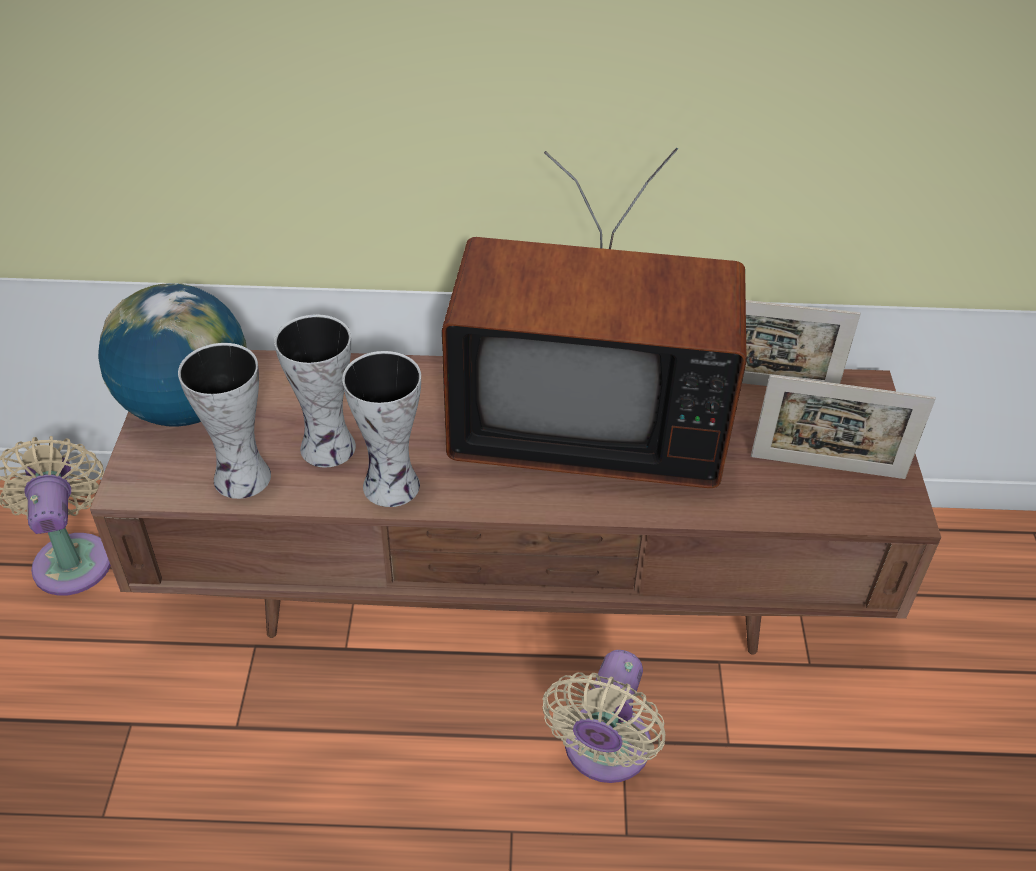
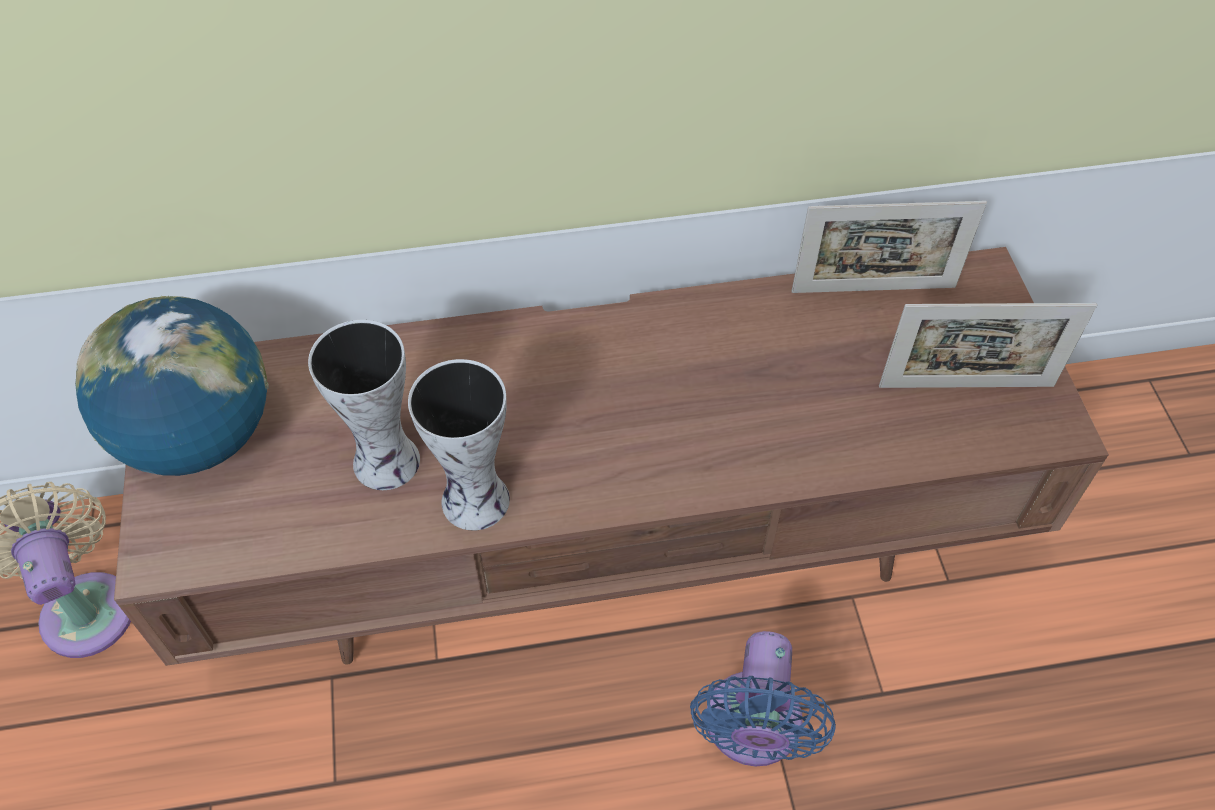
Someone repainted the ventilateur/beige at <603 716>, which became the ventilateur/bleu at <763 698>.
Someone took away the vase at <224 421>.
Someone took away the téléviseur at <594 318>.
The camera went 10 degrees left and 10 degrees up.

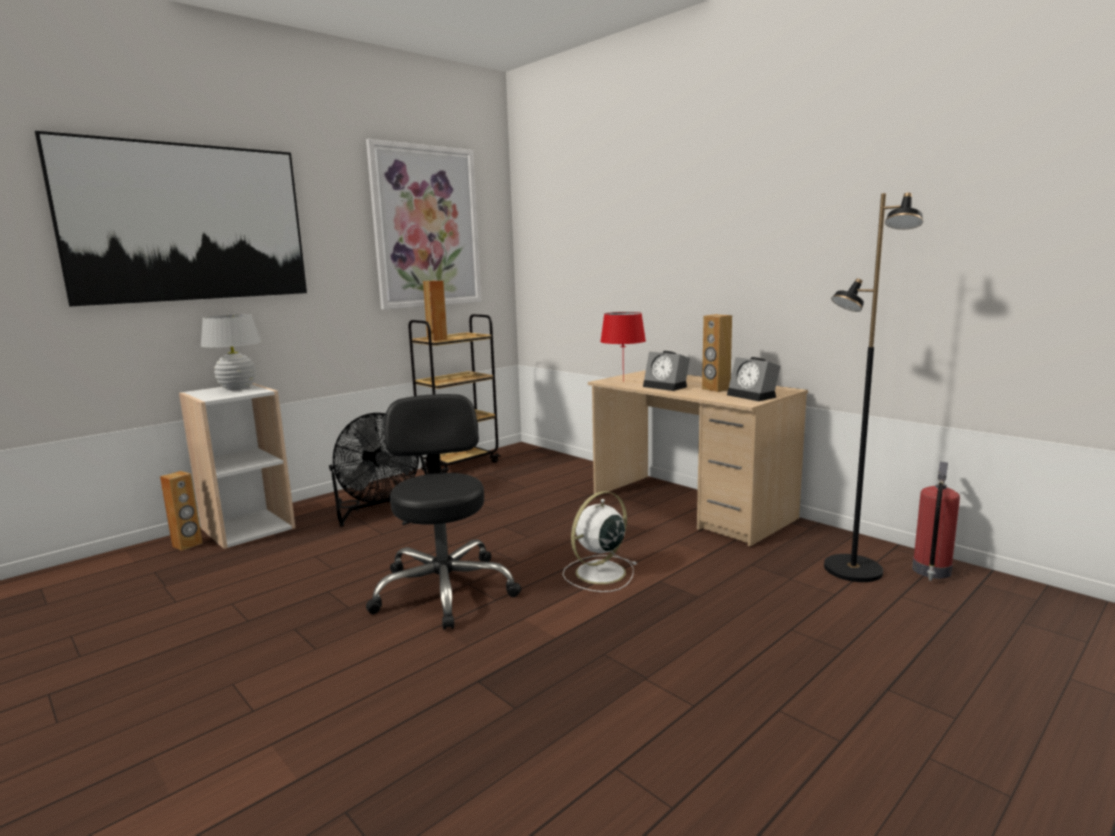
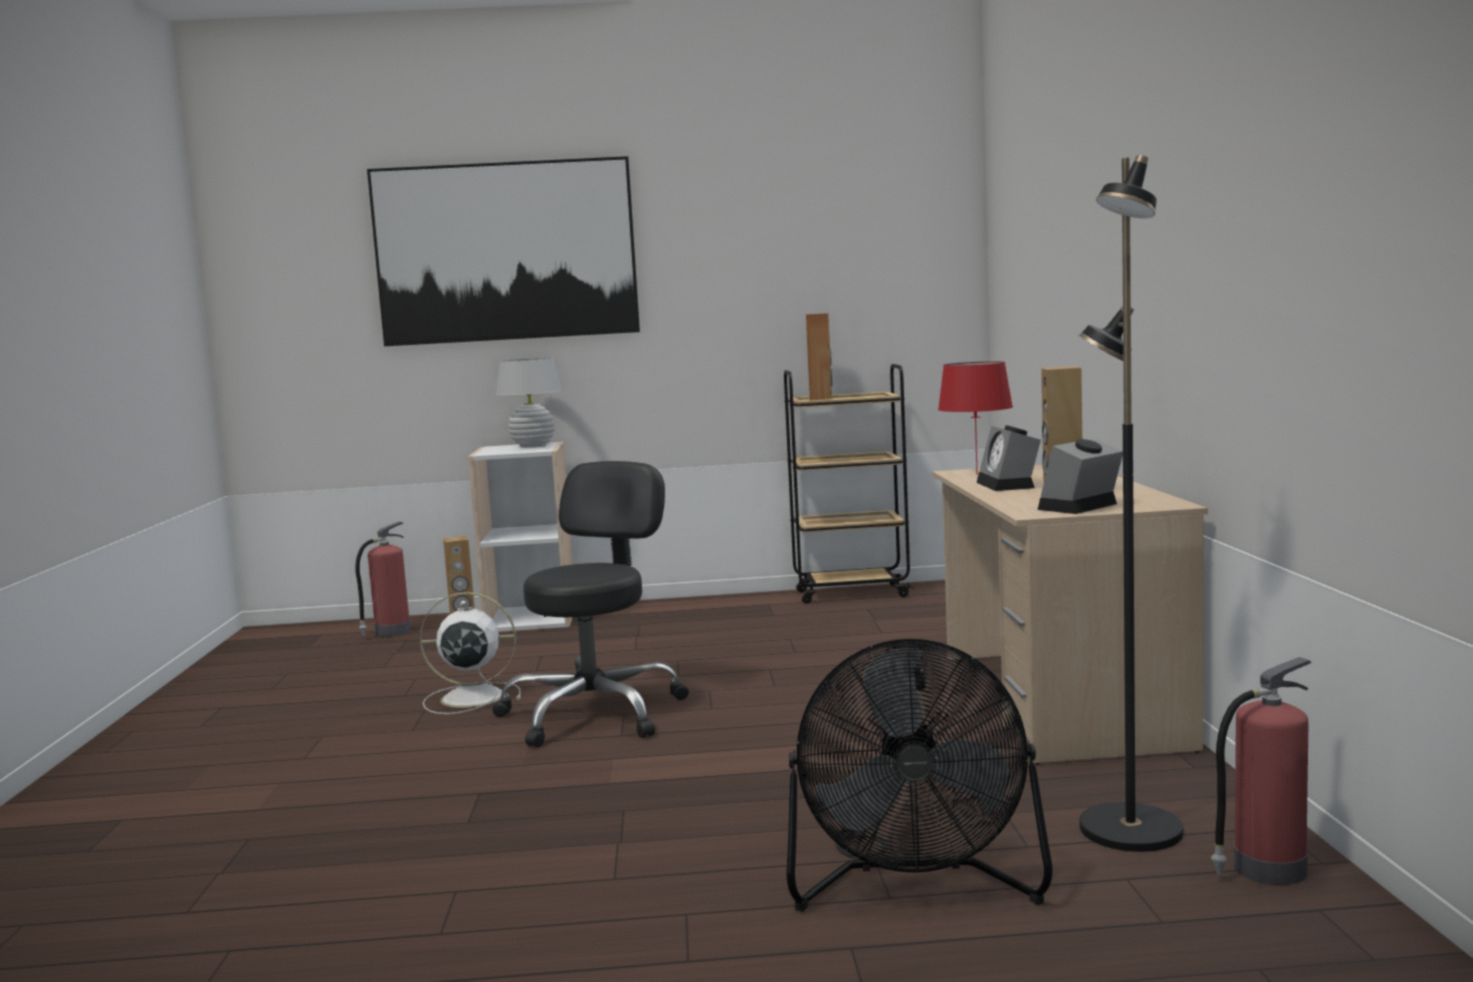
Someone put down the extincteur at <383 579>.
Someone carried the ventilateur/blanc from <599 541> to <470 653>.
Someone carried the ventilateur/noir from <378 470> to <919 775>.
Someone rotated the réveil at <754 379> by 45 degrees clockwise.
Someone took away the tableau at <423 224>.
The camera went 40 degrees right and 5 degrees down.

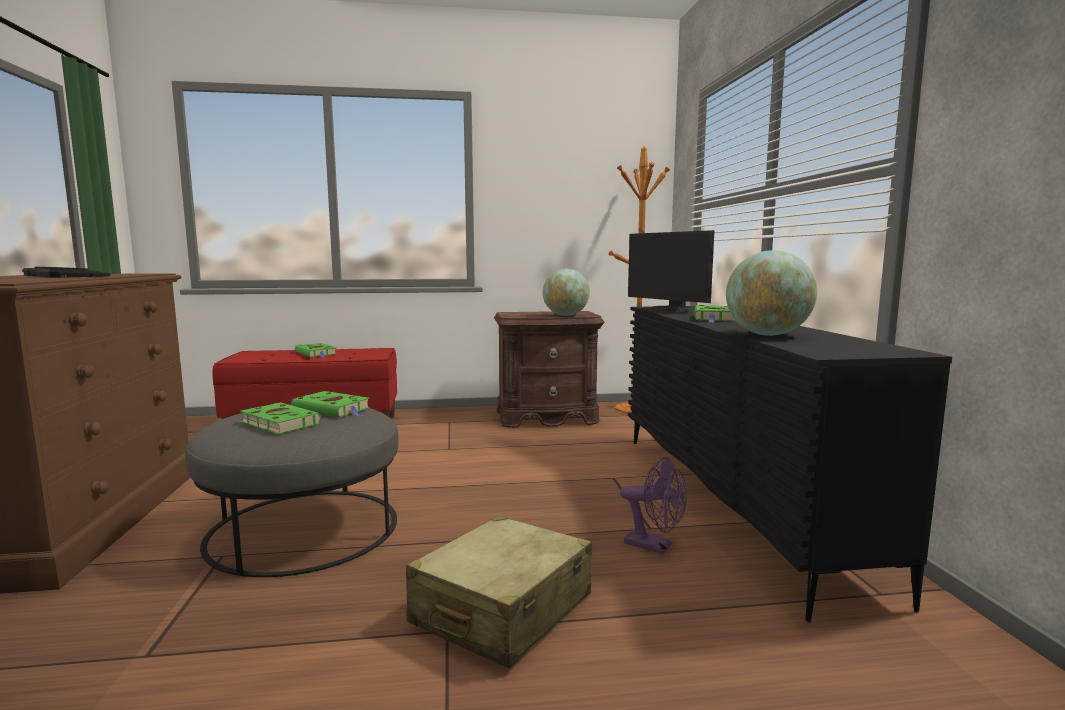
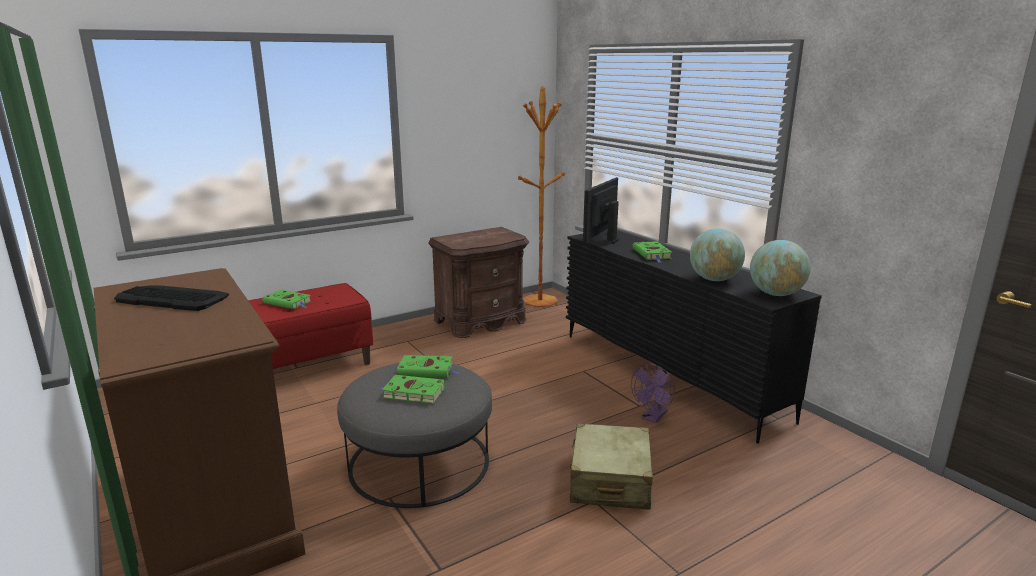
Someone rotated the écran d'ordinateur at <671 270> by 90 degrees clockwise.
Someone rotated the ventilateur/violet at <653 505> by 120 degrees clockwise.
Someone carried the globe from <566 292> to <780 268>.
The camera went 25 degrees left and 10 degrees up.

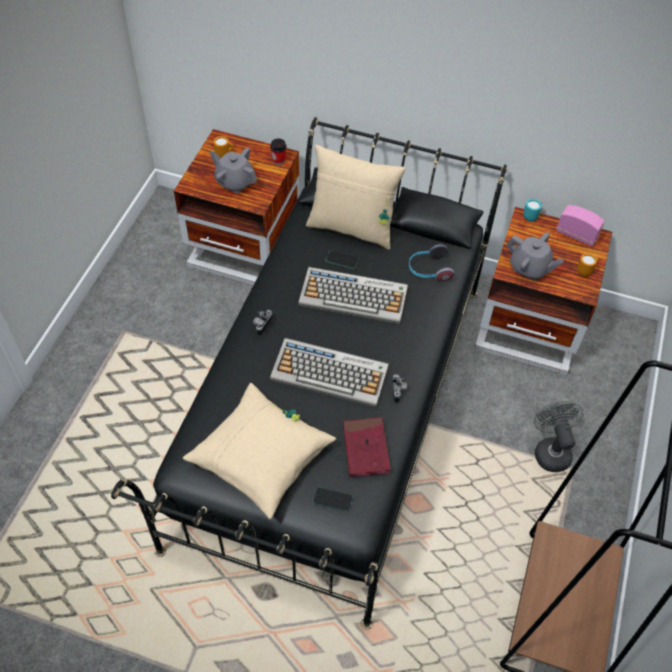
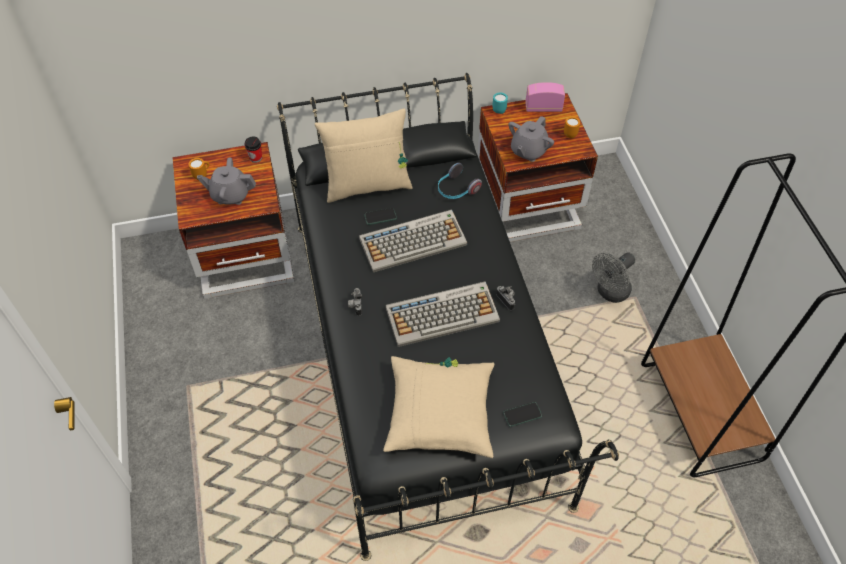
Someone rotated the théière/gris at <535 256> by 120 degrees clockwise.
Someone rotated the ventilateur/gris at <558 436> by 90 degrees counterclockwise.
Someone took away the livre/rouge at <367 447>.
The camera went 30 degrees left and 0 degrees up.

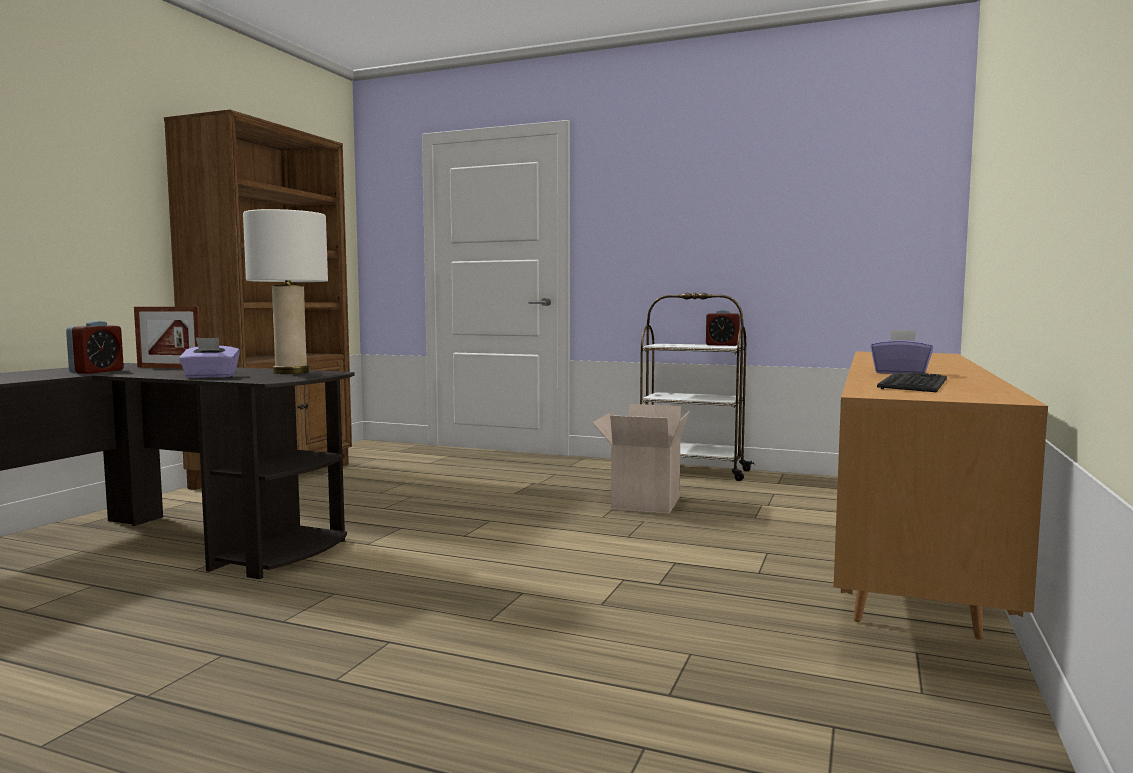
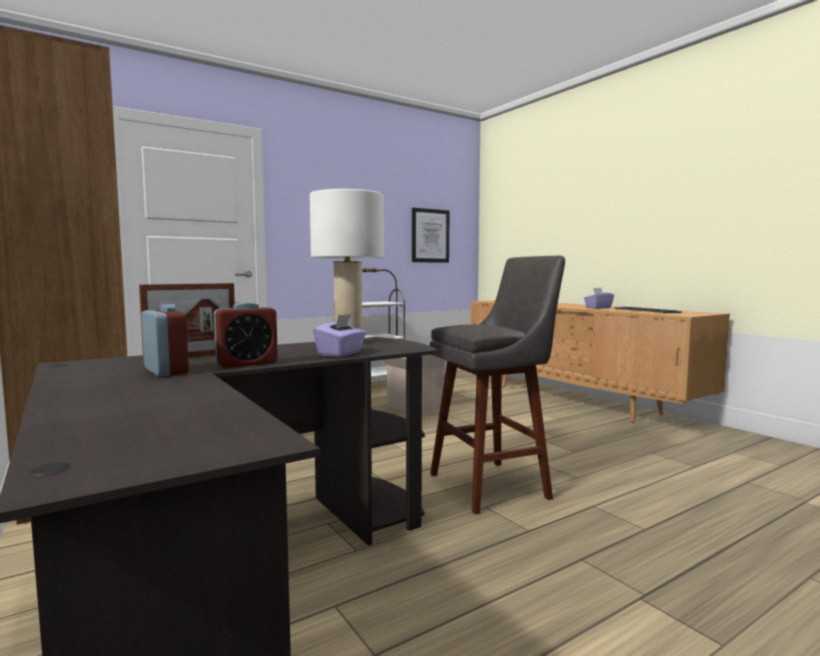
Someone carried the réveil from <723 328> to <246 335>.
Someone put up the tableau at <431 235>.
Someone put down the tabouret/gris at <497 385>.
The camera went 55 degrees left and 0 degrees up.

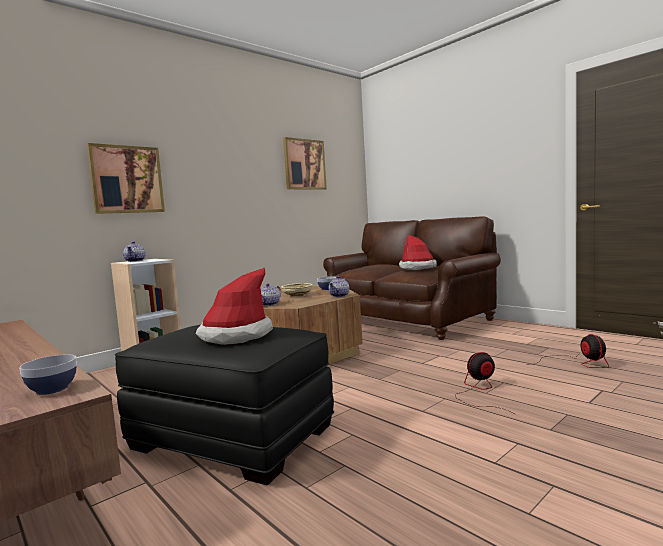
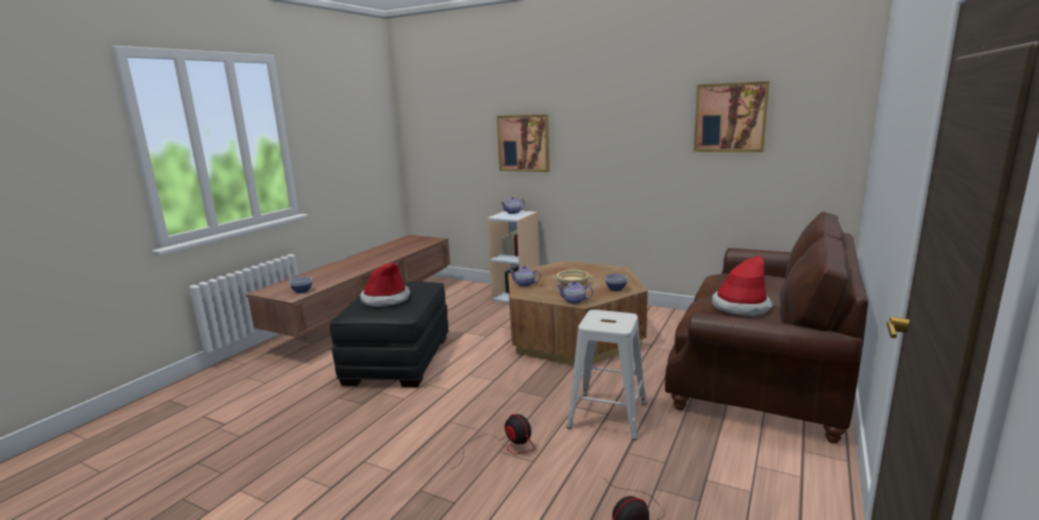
Someone put down the tabouret/blanc at <606 375>.
The camera went 70 degrees right and 10 degrees up.

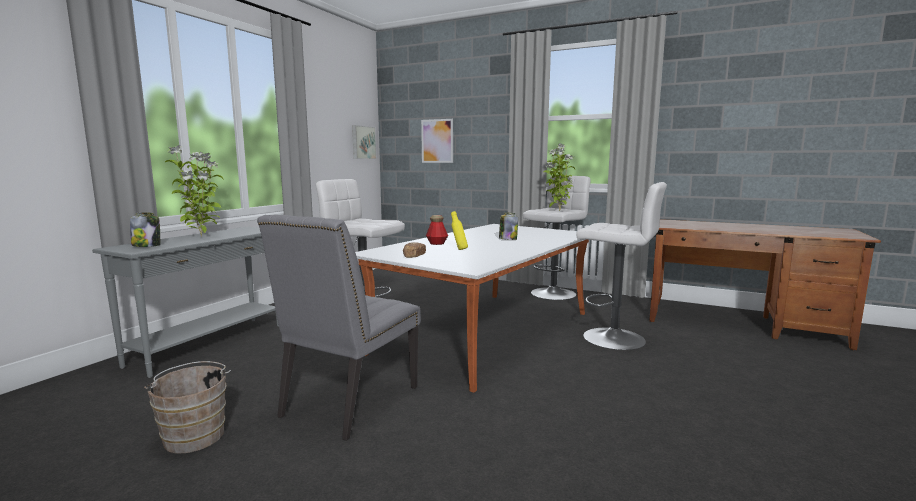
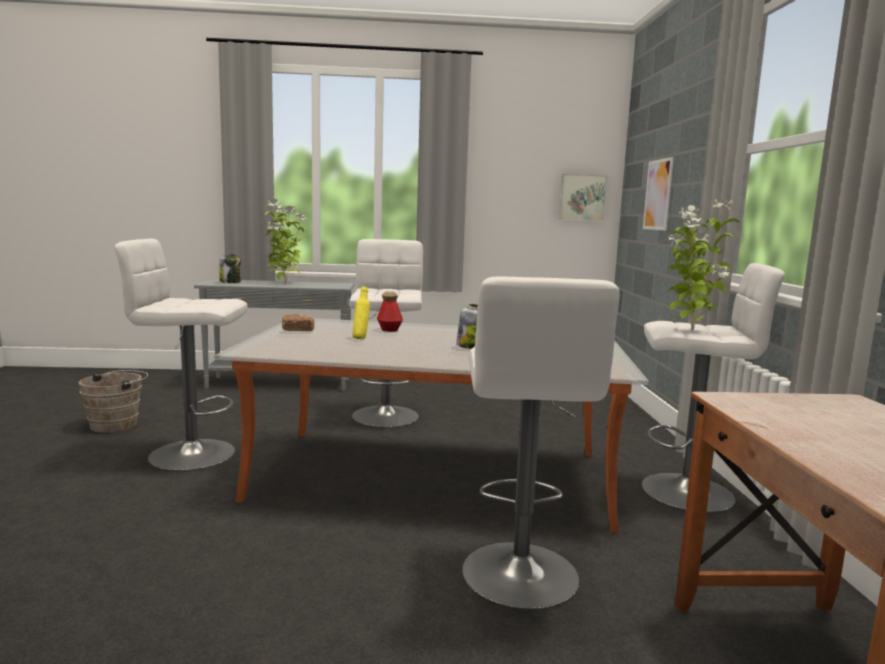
Someone swapped the chaise/gris at <339 328> for the tabouret/blanc at <181 354>.
The camera went 60 degrees right and 0 degrees up.

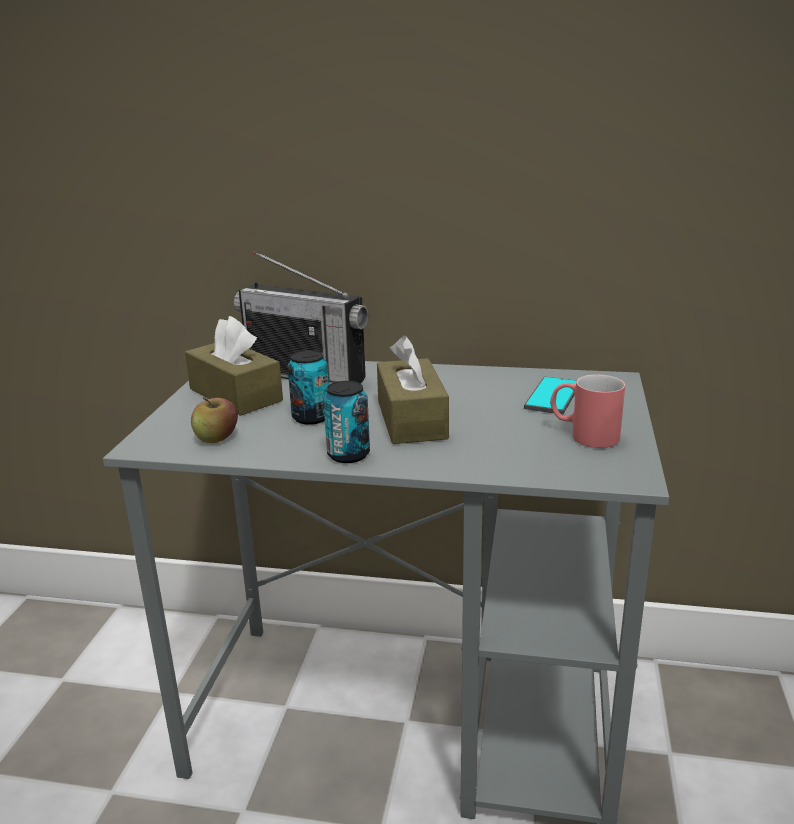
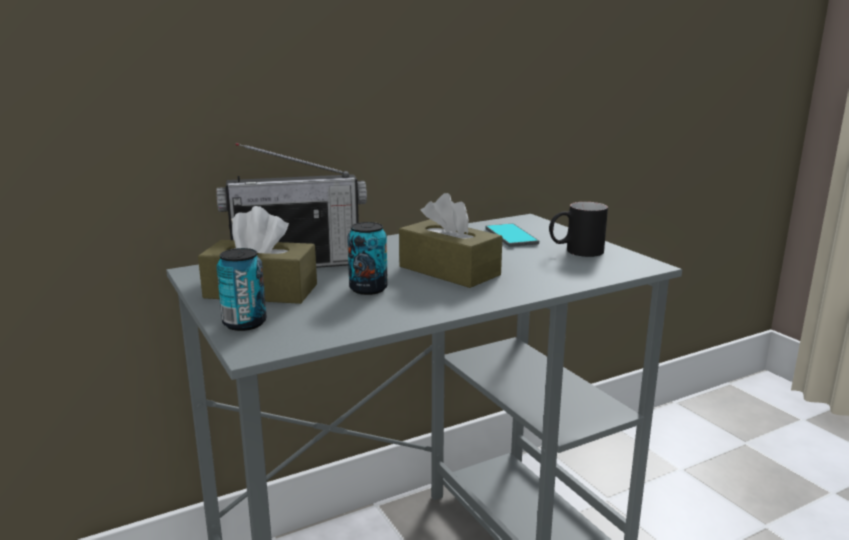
Someone carried the boîte métallique from <346 422> to <241 289>.
Someone repainted the mug/rouge at <587 411>, which became the mug/noir at <578 229>.
Someone took away the pomme at <214 420>.
The camera went 40 degrees left and 5 degrees down.

